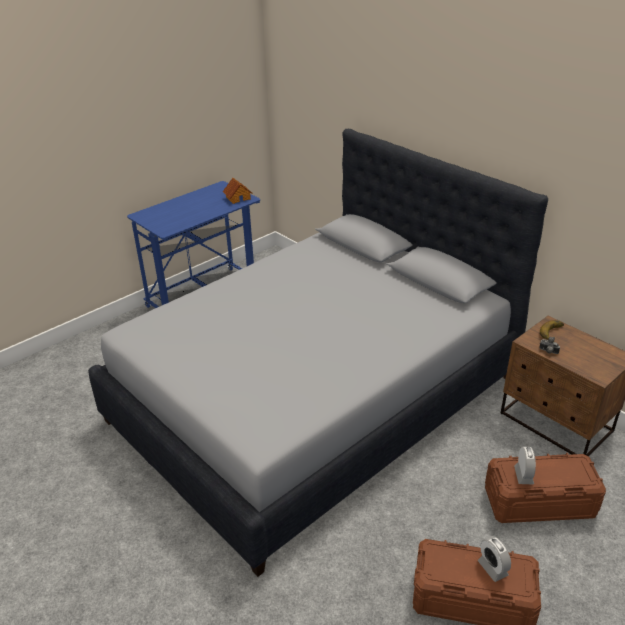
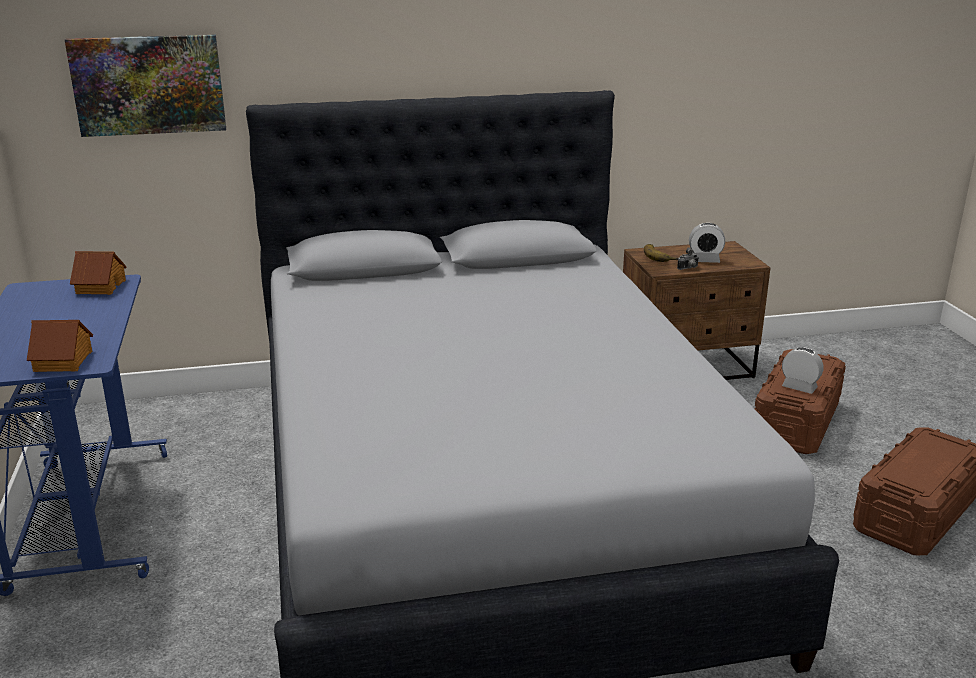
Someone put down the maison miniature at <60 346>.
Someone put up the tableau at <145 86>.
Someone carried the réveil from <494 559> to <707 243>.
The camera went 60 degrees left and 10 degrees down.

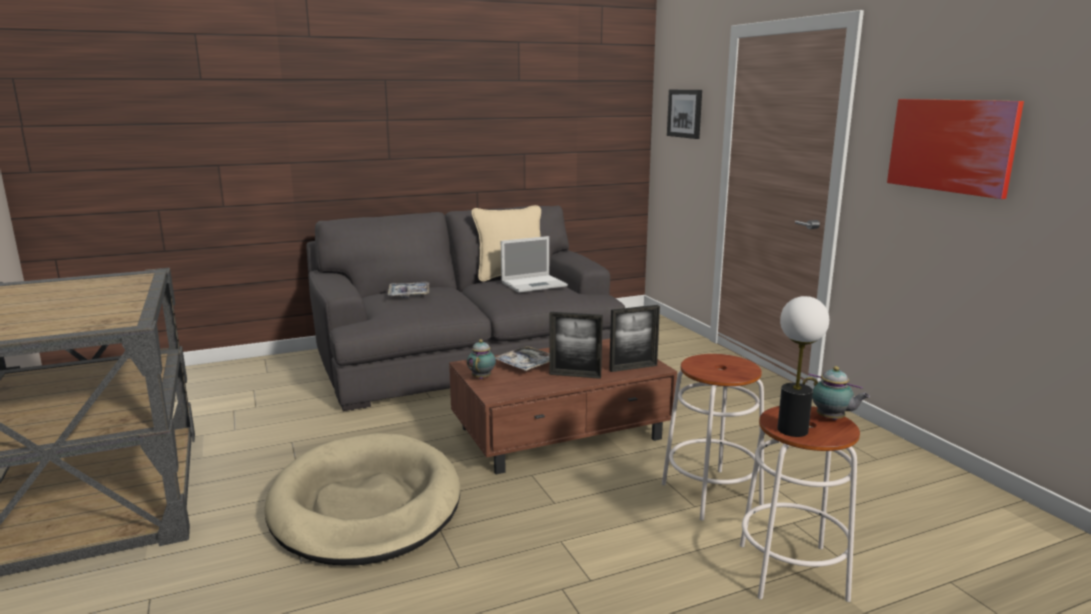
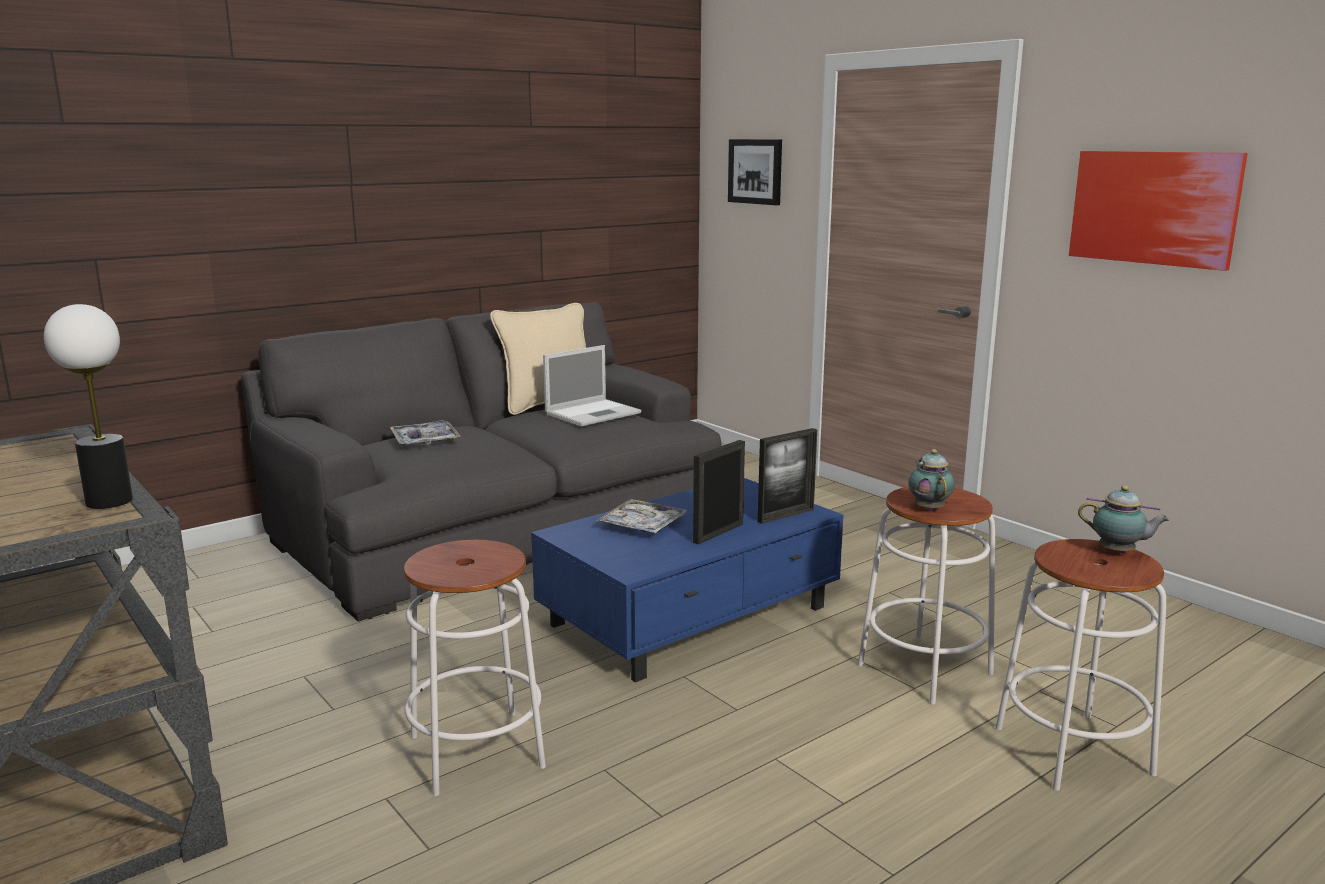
Someone carried the lampe de table from <803 366> to <88 406>.
Someone swapped the panier pour chien/beige at <362 499> for the tabouret/blanc at <475 668>.
Someone repainted the table basse/marron at <563 406>, which became the table basse/bleu at <687 580>.
Someone rotated the cadre photo at <576 345> by 135 degrees clockwise.
Someone carried the théière from <481 359> to <931 480>.
The camera went 15 degrees left and 0 degrees up.

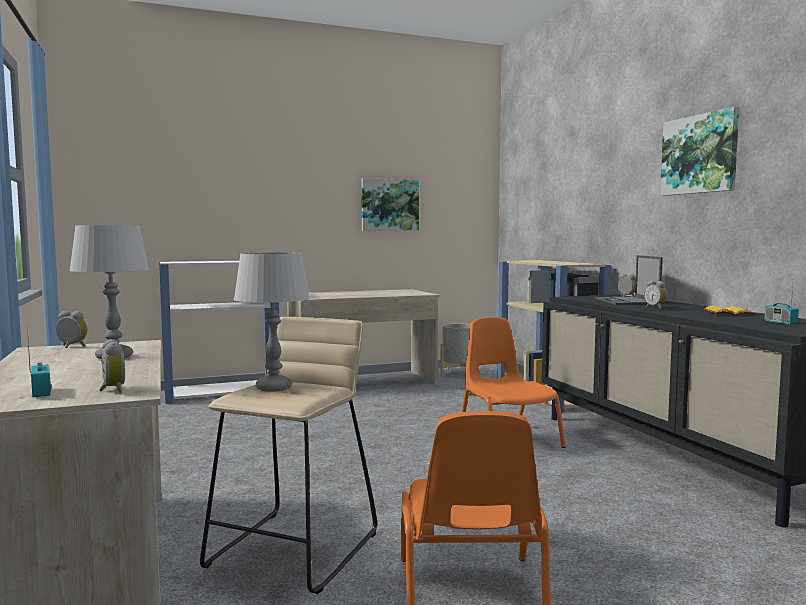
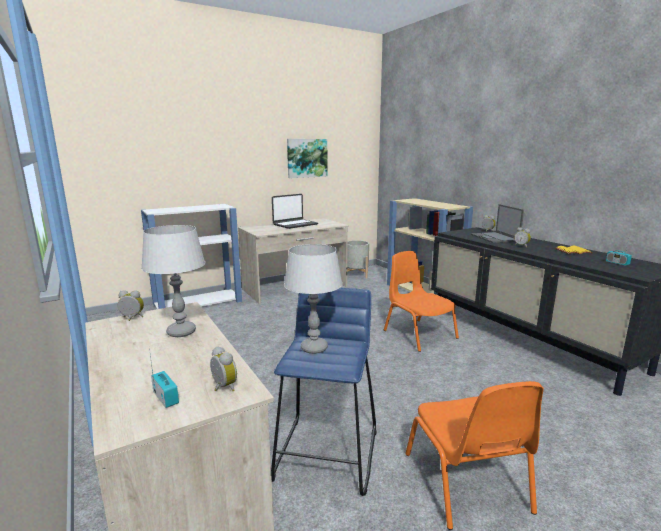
Someone repainted the tabouret/beige at <288 455>, which became the tabouret/bleu at <324 392>.
Someone put down the ordinateur portable at <295 211>.
Someone took away the tableau at <699 151>.
The camera went 10 degrees left and 10 degrees up.

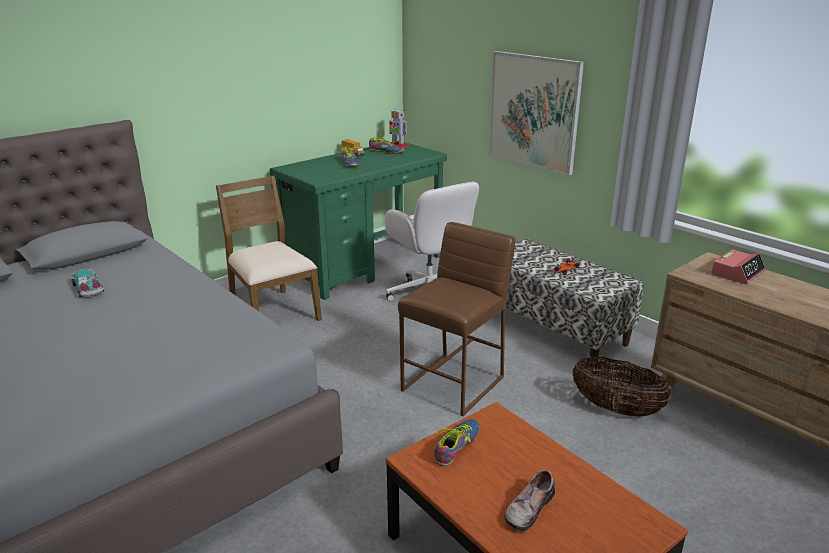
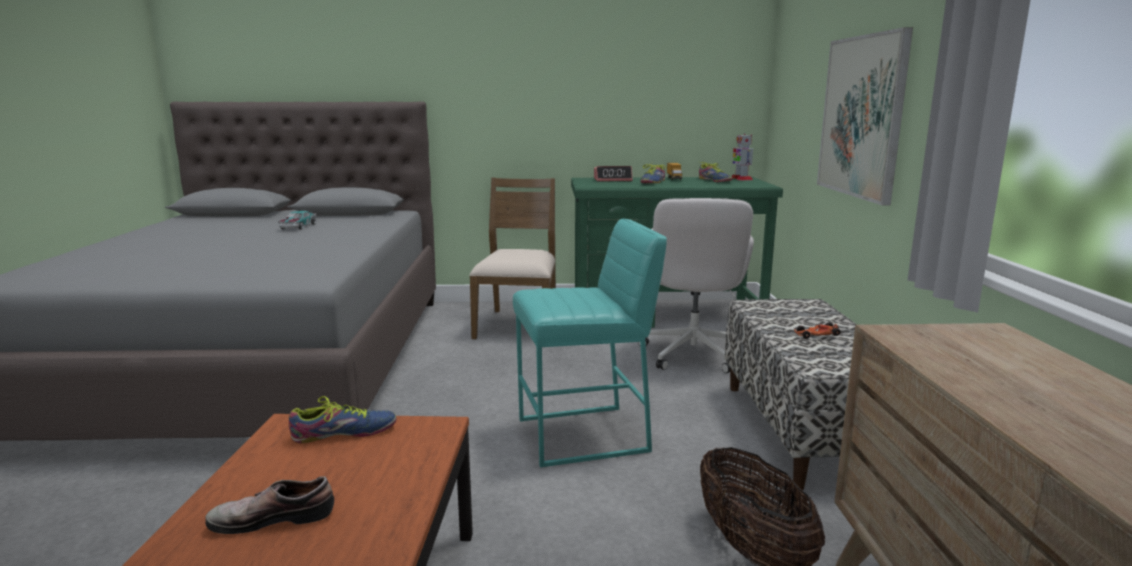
Someone repainted the tabouret/marron at <457 319>, which became the tabouret/turquoise at <590 343>.
Someone carried the réveil from <738 266> to <613 174>.
The camera went 40 degrees right and 10 degrees down.

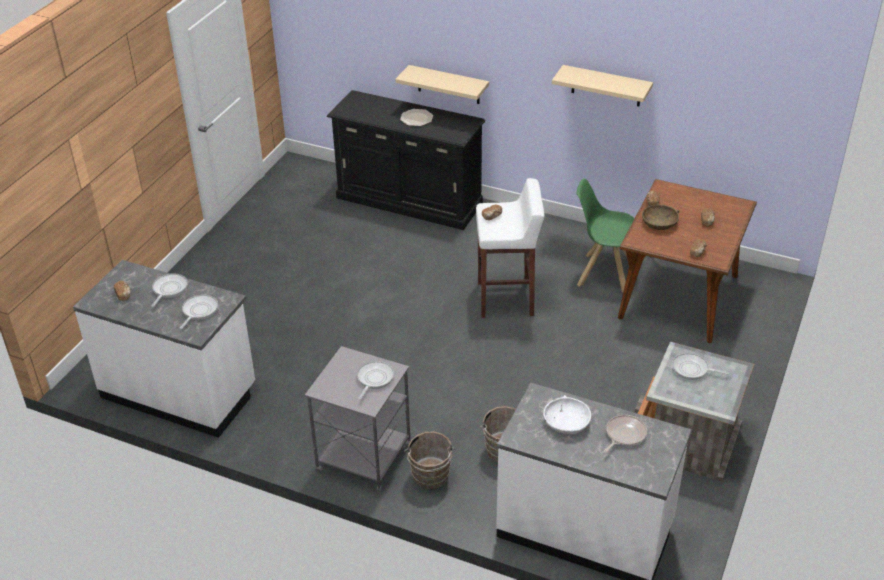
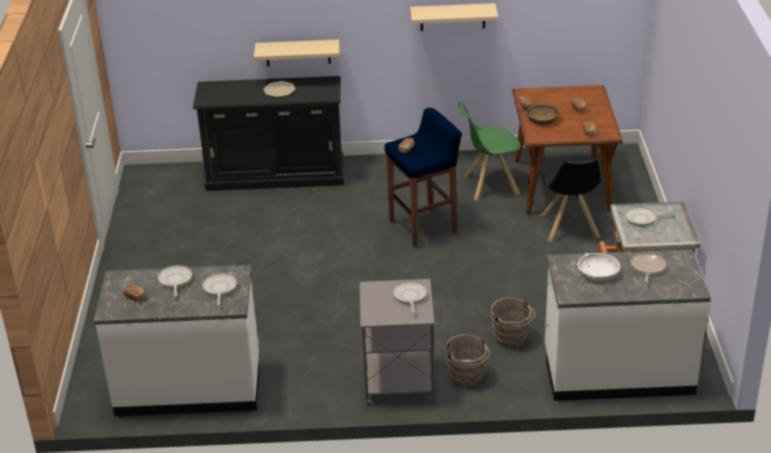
Someone repainted the tabouret/blanc at <510 248>, which became the tabouret/bleu at <423 177>.
Someone put down the chaise/noir at <570 200>.
The camera went 25 degrees left and 5 degrees down.

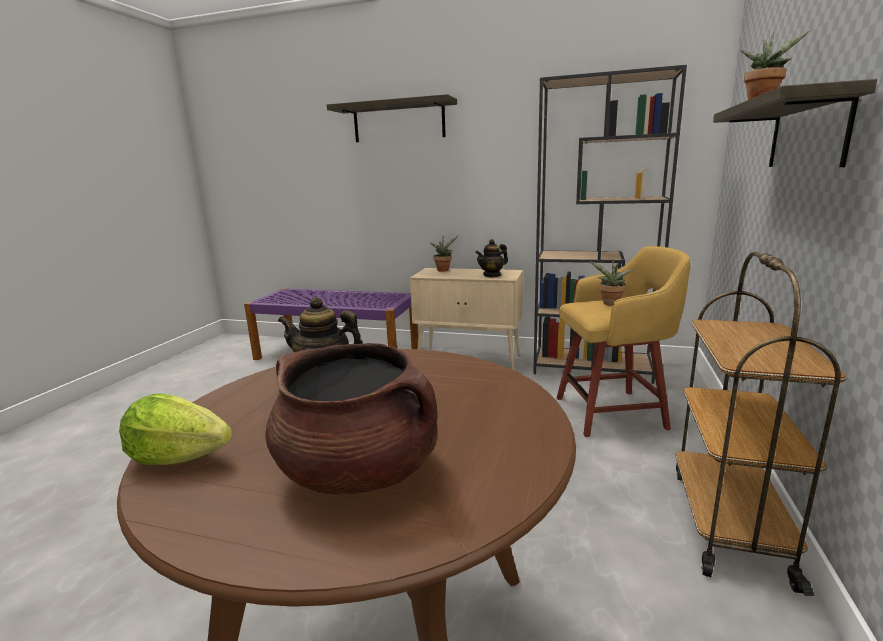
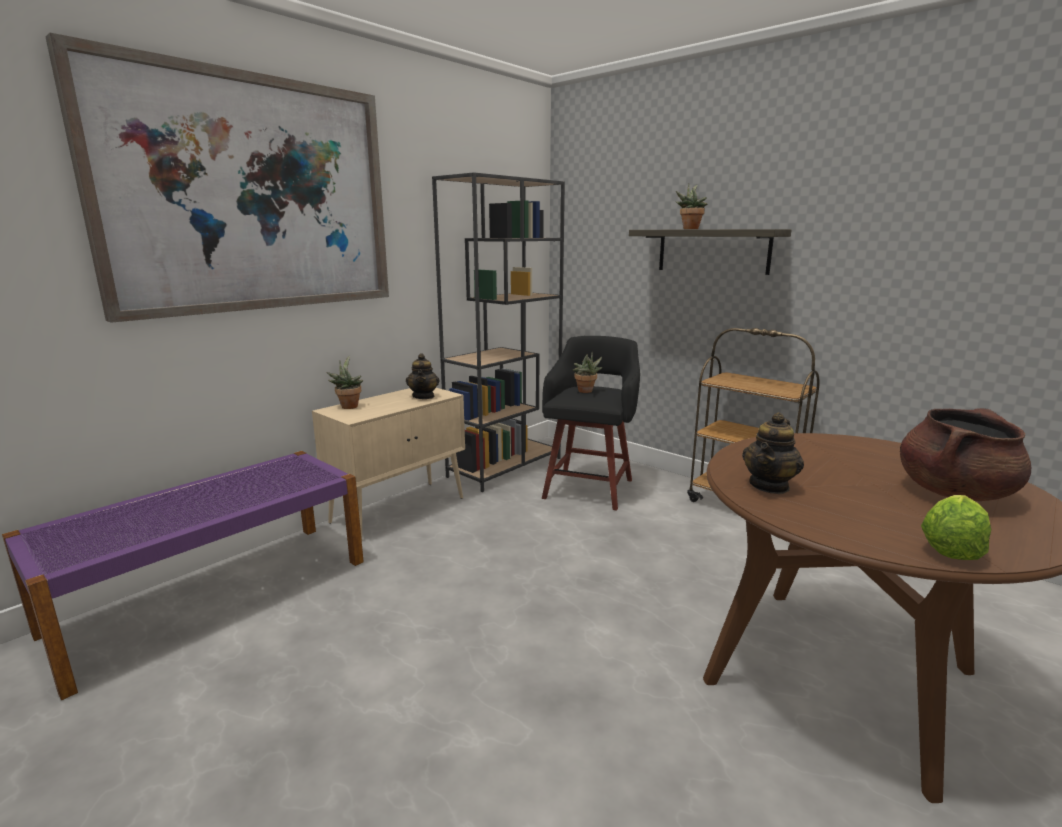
Someone swapped the étagère at <392 118> for the tableau at <217 178>.
Someone repainted the tabouret/jaune at <624 341>, which became the tabouret/noir at <591 423>.
The camera went 65 degrees left and 0 degrees up.

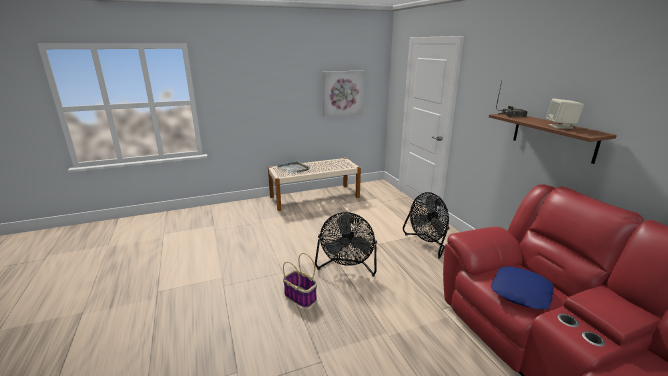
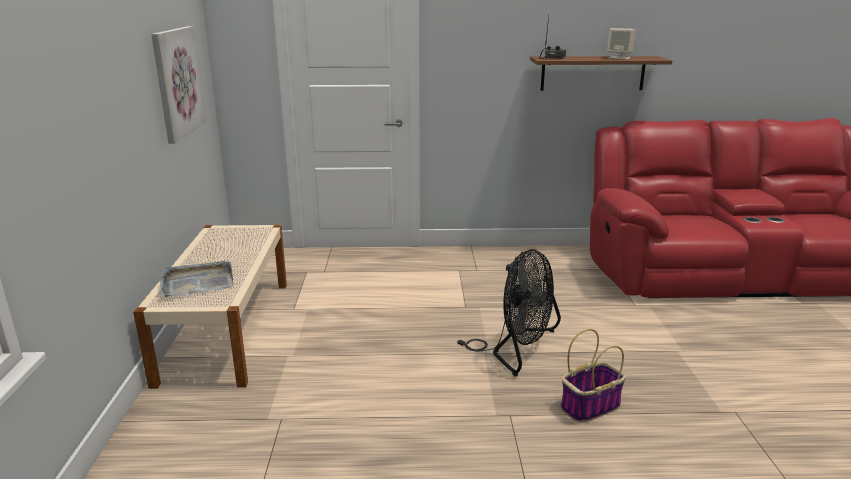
Someone took away the ventilateur/noir at <426 225>.
Someone took away the coussin/bleu at <522 288>.
The camera went 70 degrees left and 0 degrees up.

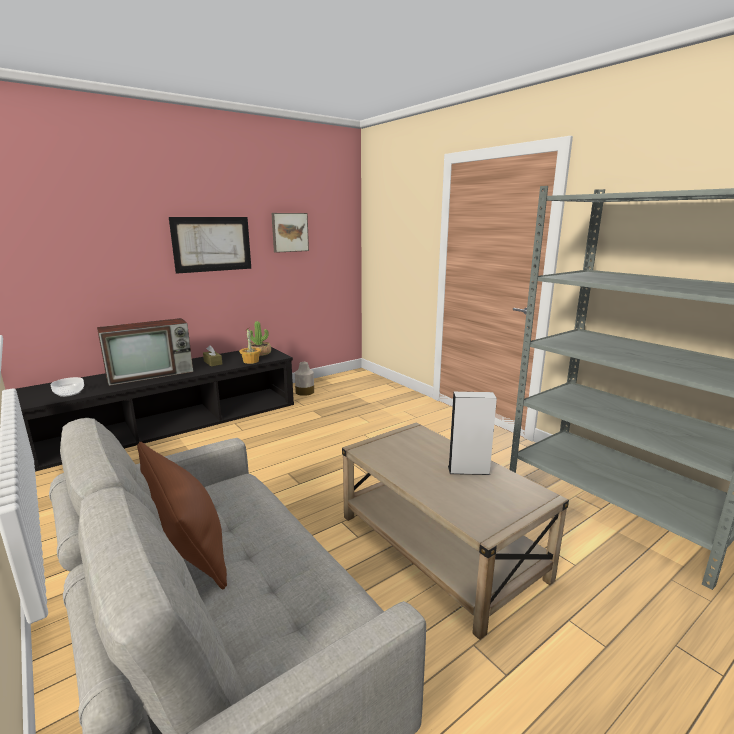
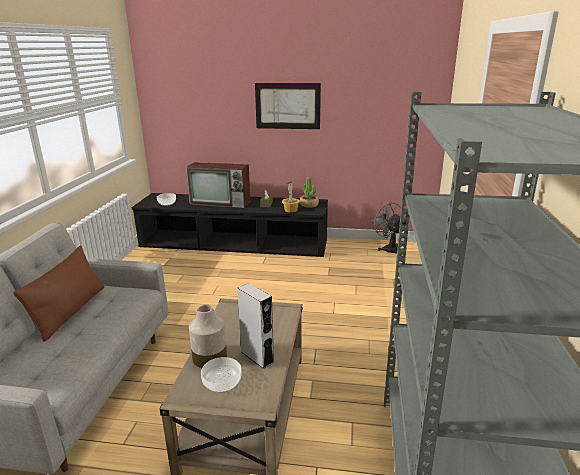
Someone carried the vase/beige from <304 379> to <208 336>.
Someone put down the bol at <221 375>.
Someone put down the ventilateur/gris at <388 229>.
Someone took away the tableau at <290 233>.
The camera went 45 degrees right and 5 degrees up.

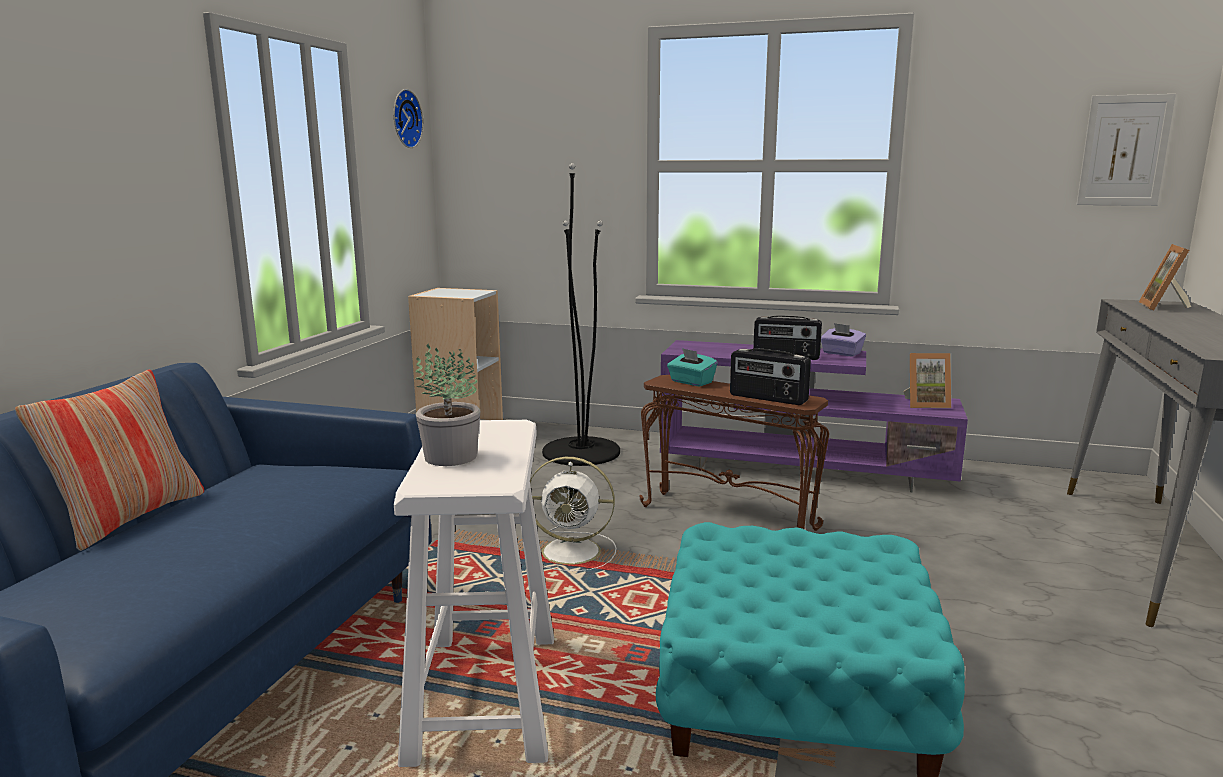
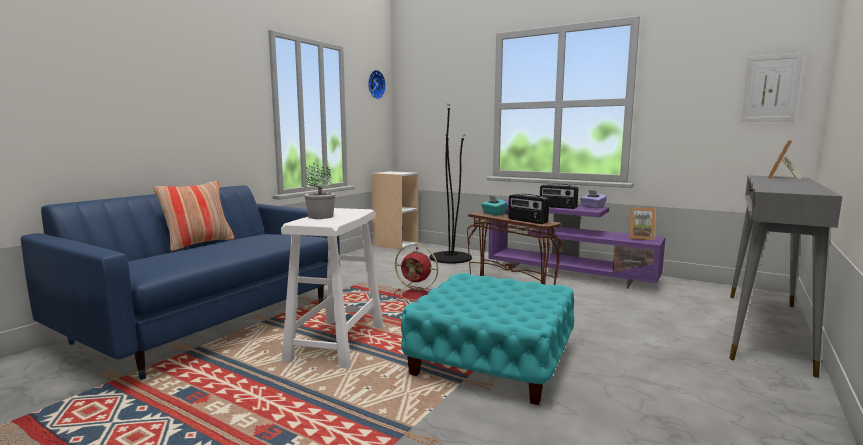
Someone repainted the ventilateur/blanc at <573 514>, which became the ventilateur/rouge at <415 273>.
The camera went 15 degrees right and 5 degrees down.

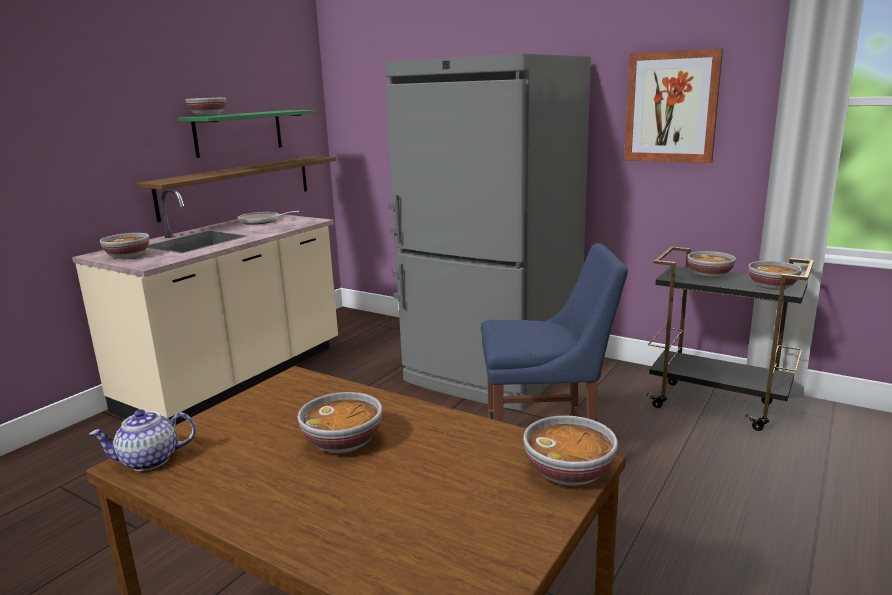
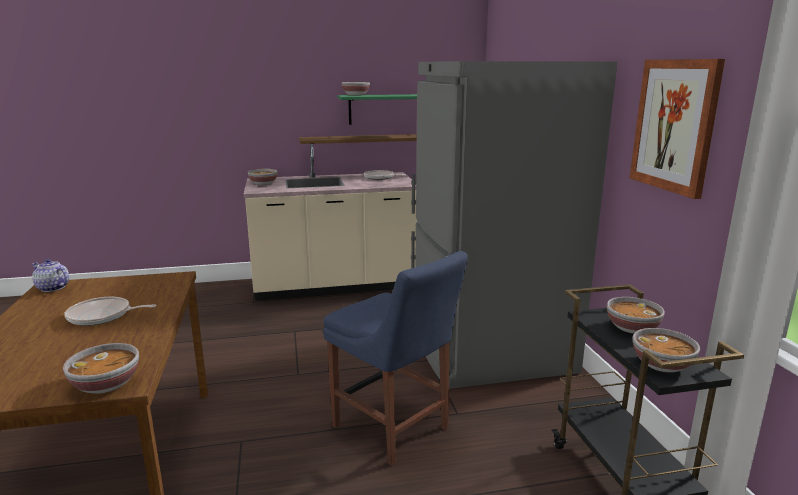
Someone swapped the bol at <340 422> for the poêle at <110 311>.
The camera went 45 degrees right and 0 degrees up.

